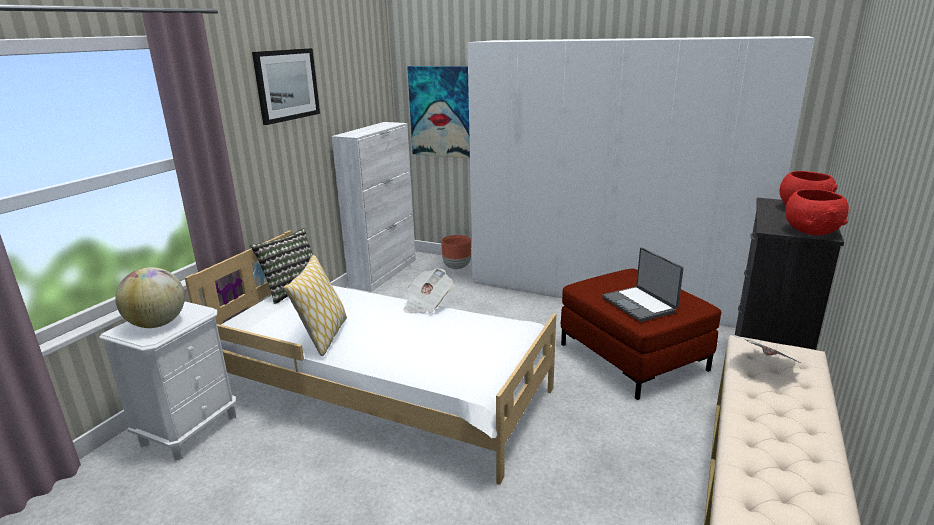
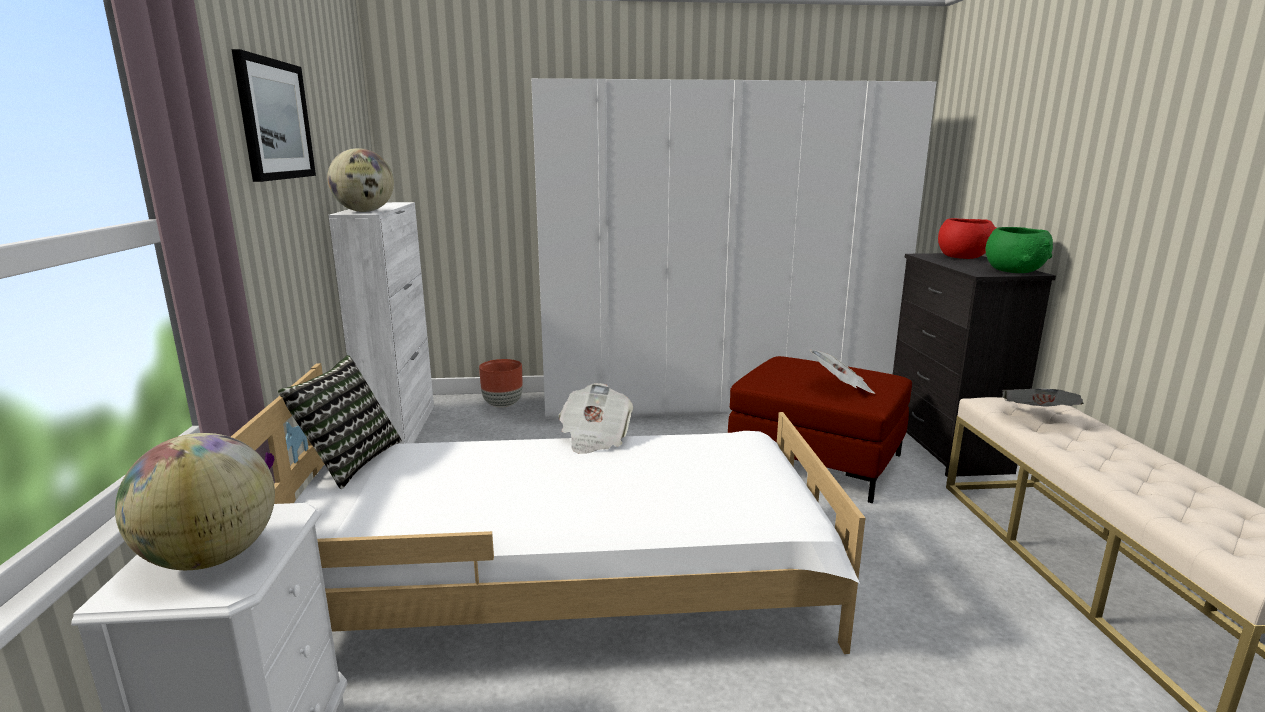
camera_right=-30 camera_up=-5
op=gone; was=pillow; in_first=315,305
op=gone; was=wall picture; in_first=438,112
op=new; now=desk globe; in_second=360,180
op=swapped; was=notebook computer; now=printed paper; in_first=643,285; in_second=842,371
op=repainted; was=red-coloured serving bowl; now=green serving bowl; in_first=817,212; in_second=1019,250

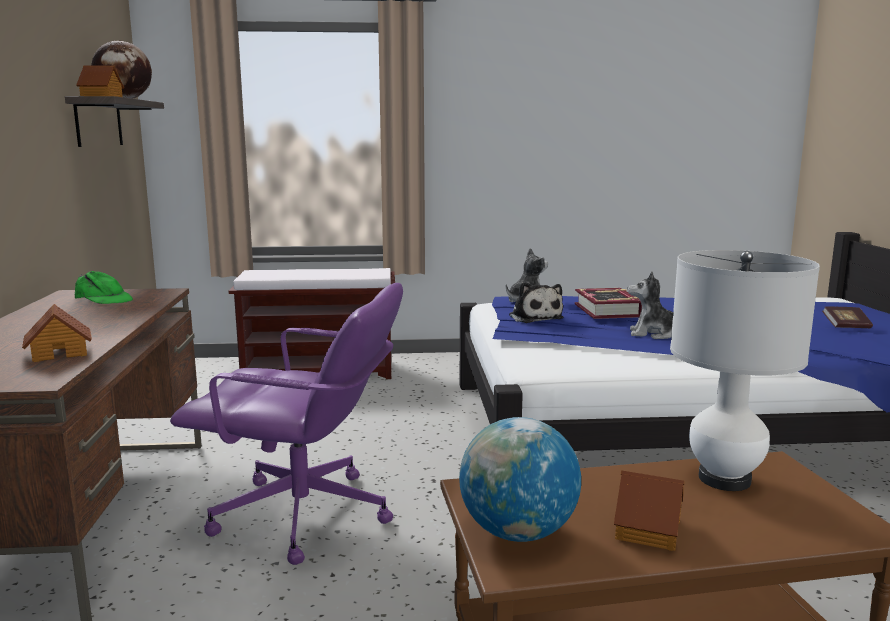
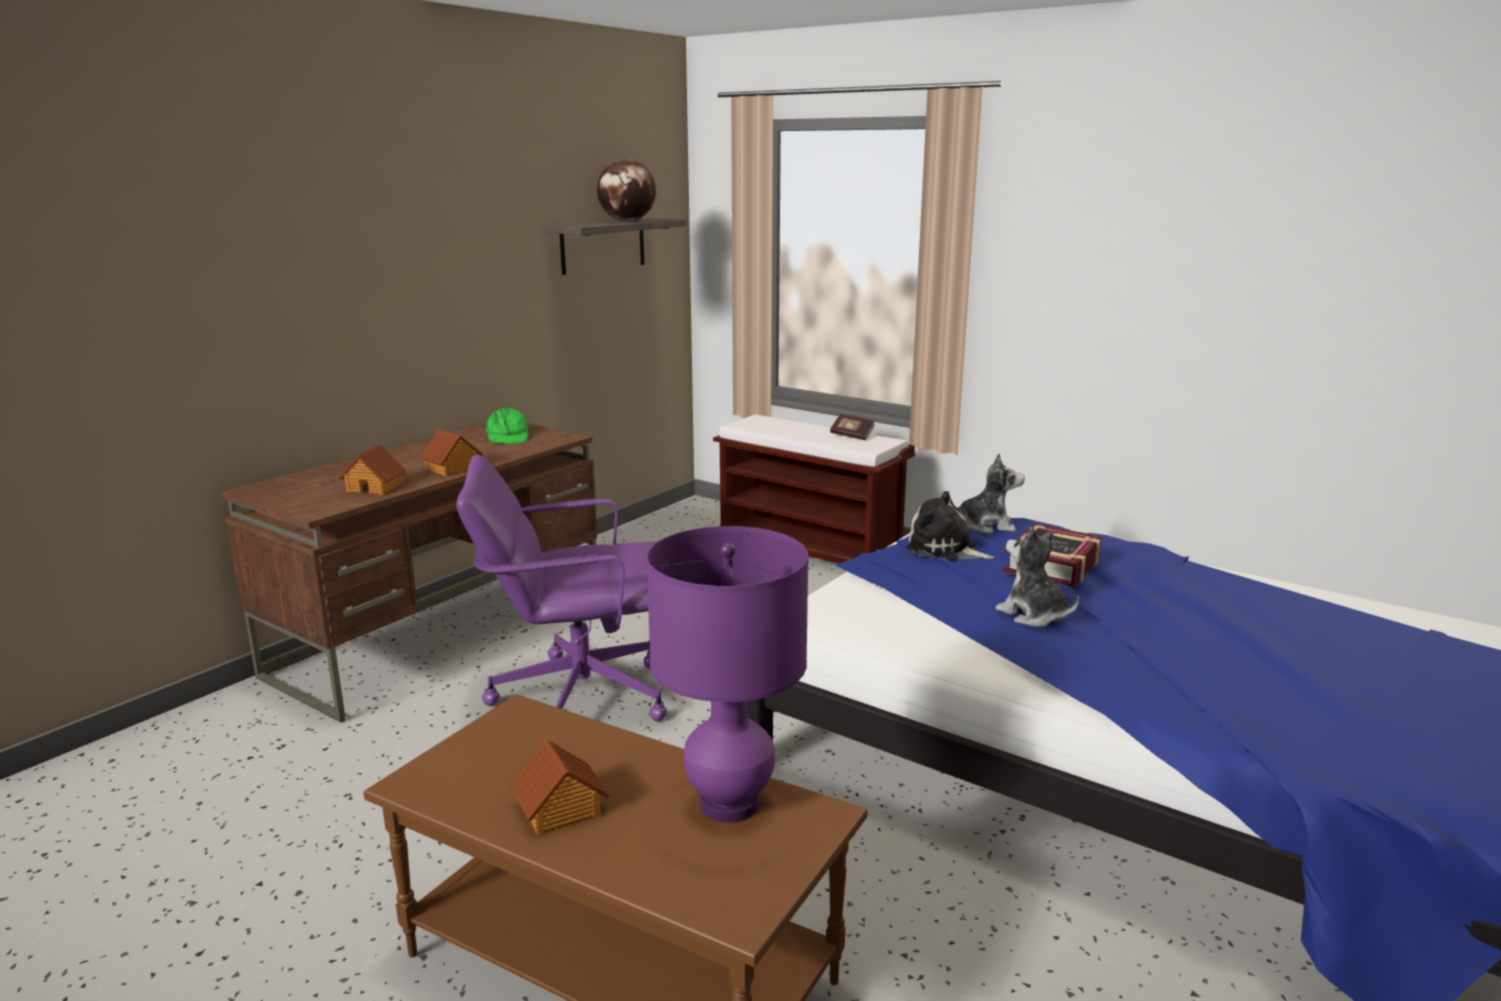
camera_right=40 camera_up=5
op=gone; was=desk globe; in_first=520,479
op=shifted; was=toy house; in_first=100,81; in_second=451,452
op=shifted; was=book; in_first=847,317; in_second=852,427
op=repainted; was=white-coloured tabletop lamp; now=purple-coloured tabletop lamp; in_first=745,370; in_second=728,674
op=rotated; was=purple-coloured computer chair; in_first=286,424; in_second=561,587; clockwise=120
op=rotated; was=soft toy; in_first=536,302; in_second=950,526; clockwise=105

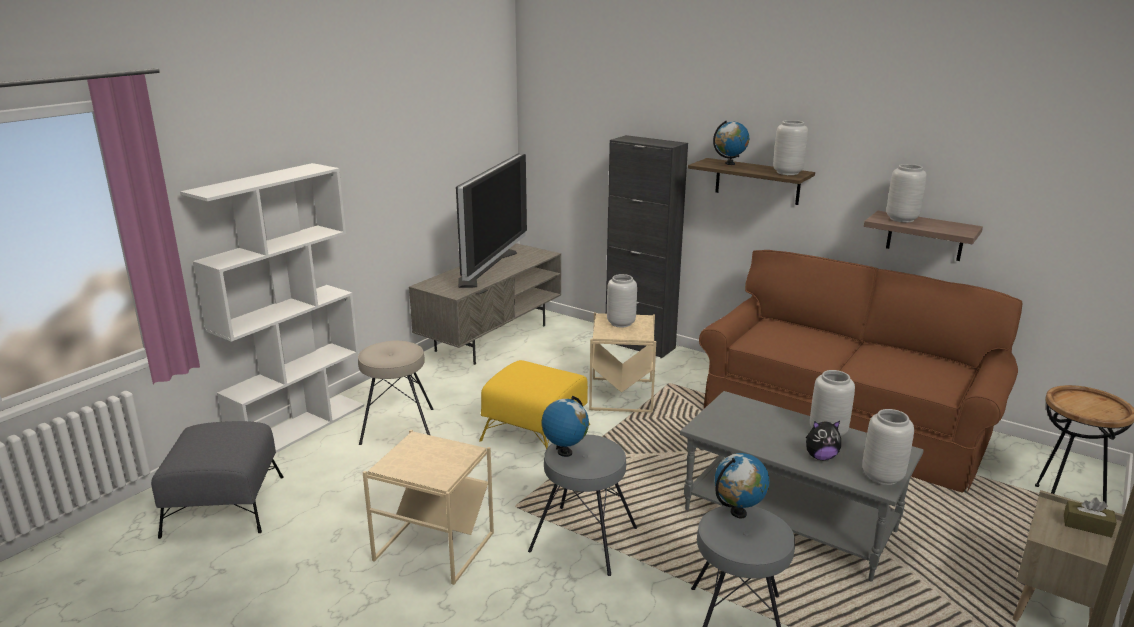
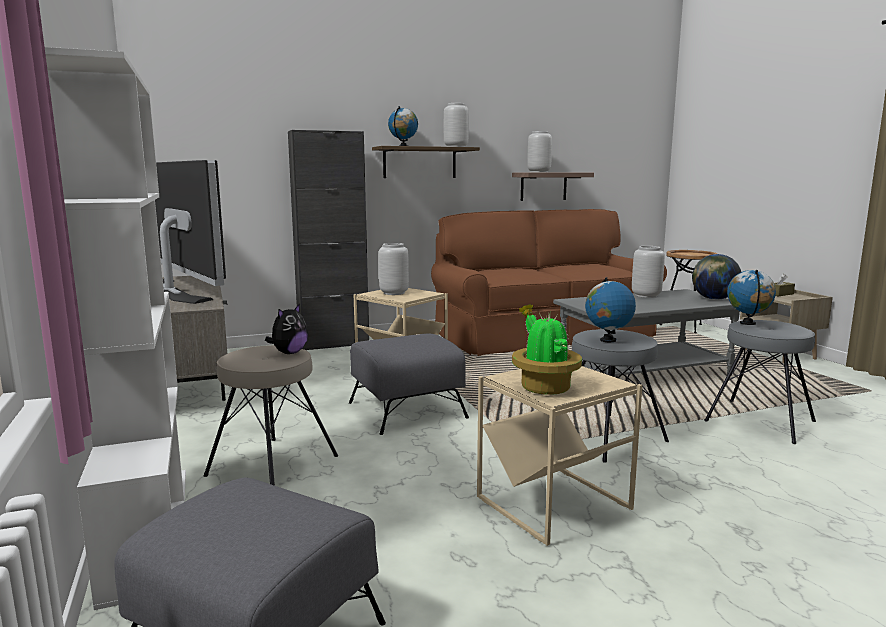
camera_right=-55 camera_up=-10
op=new; now=houseplant; in_second=547,349
op=shifted; was=soft toy; in_first=823,440; in_second=286,329
op=swapped; was=gray vase; now=desk globe; in_first=888,447; in_second=716,277
op=repainted; was=yellow footrest; now=gray footrest; in_first=534,404; in_second=409,384

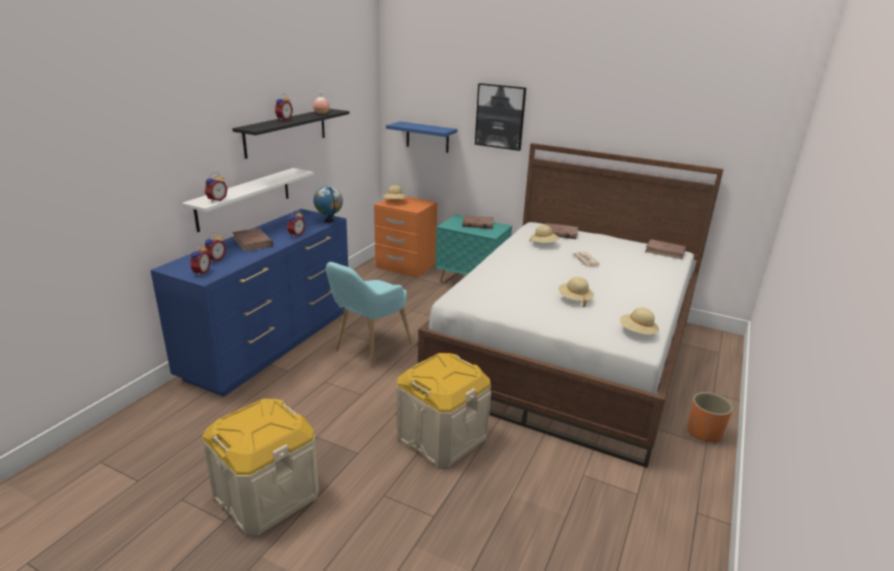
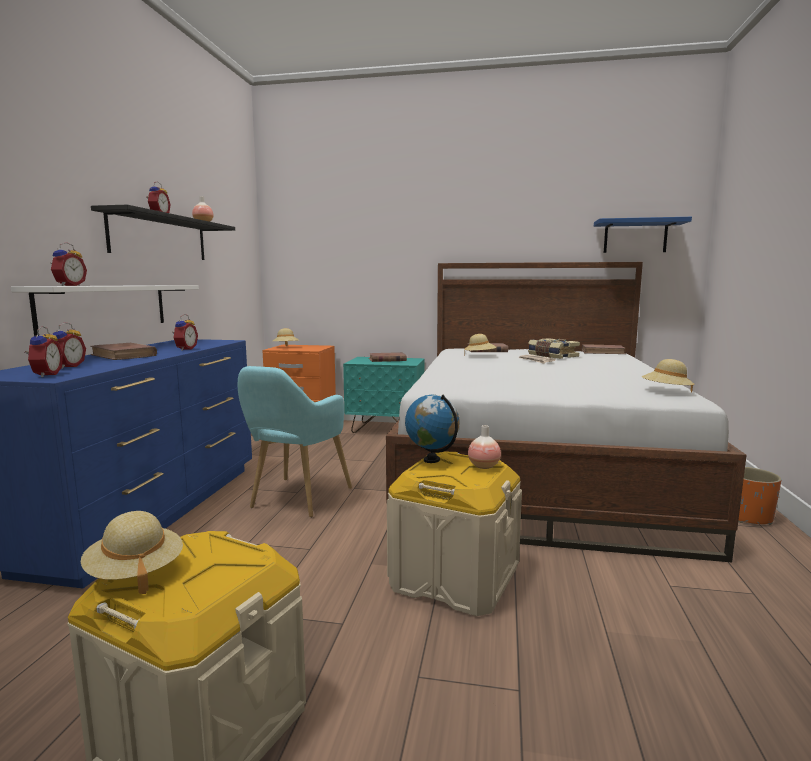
camera_right=-15 camera_up=-15
op=gone; was=wall picture; in_first=500,117
op=new; now=vase; in_second=484,447
op=new; now=book; in_second=554,348
op=shifted; was=desk globe; in_first=328,204; in_second=432,429
op=shifted; was=blue shelf; in_first=421,137; in_second=643,235
op=shifted; was=sand-coloured hat; in_first=576,292; in_second=132,552

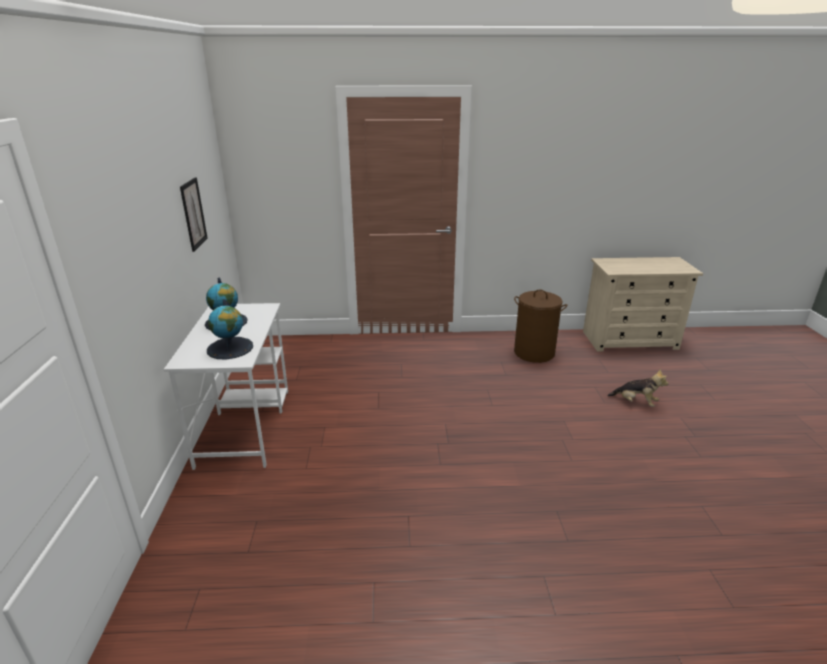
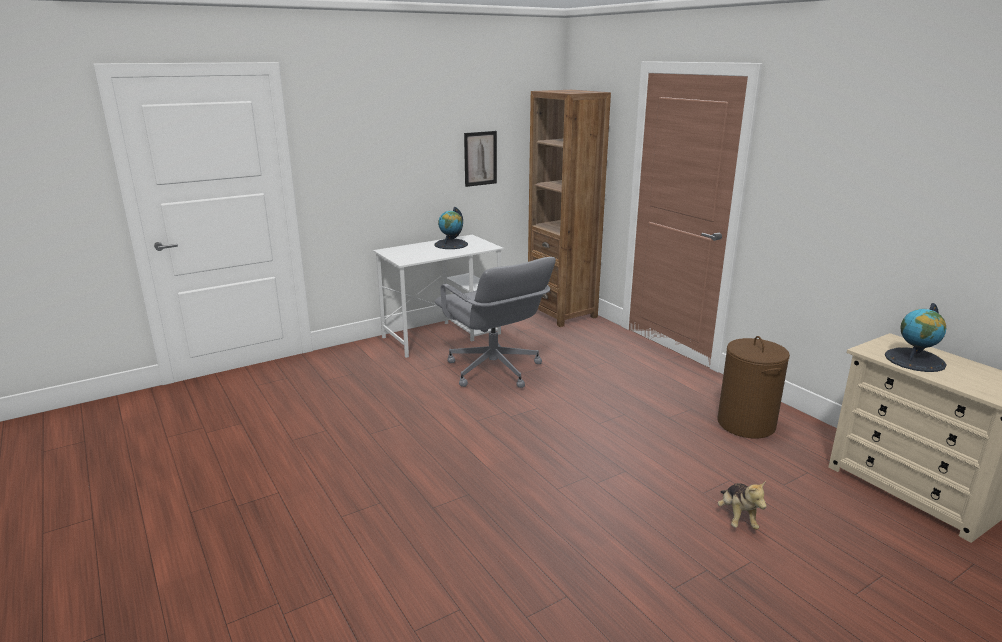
camera_right=60 camera_up=-5
op=new; now=gray computer chair; in_second=495,322
op=new; now=brownish bookshelf; in_second=569,208
op=shifted; was=desk globe; in_first=230,329; in_second=915,337

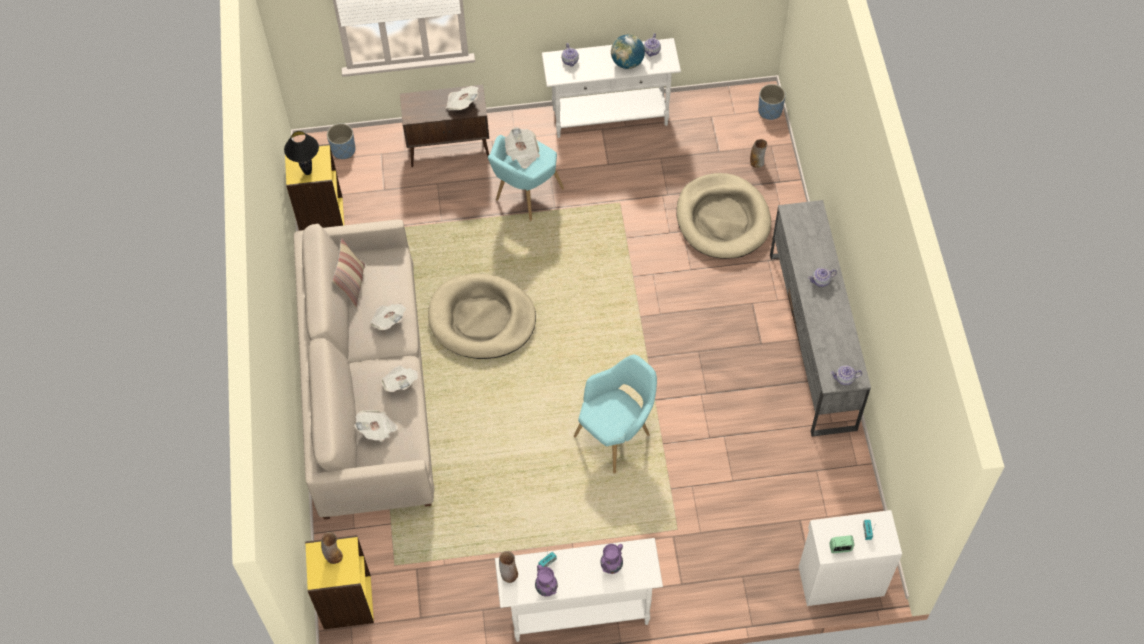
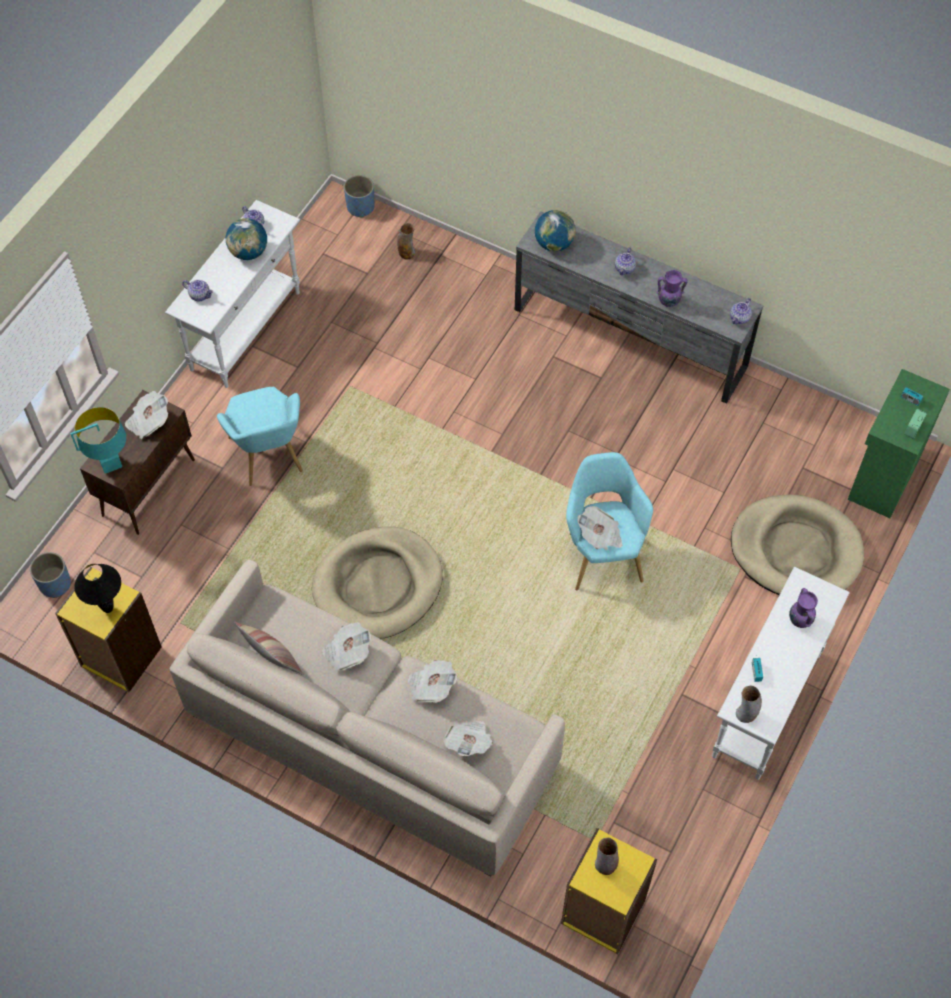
camera_right=-55 camera_up=0
op=new; now=turquoise tabletop lamp; in_second=98,440
op=new; now=desk globe; in_second=555,231
op=shifted; was=printed paper; in_first=522,148; in_second=600,528
op=shifted; was=purple-coloured vase; in_first=546,581; in_second=672,288
op=shifted; was=sand-coloured dog cushion; in_first=723,216; in_second=797,544
op=repainted; was=white-coloured storage cabinet; now=green storage cabinet; in_first=850,558; in_second=899,443

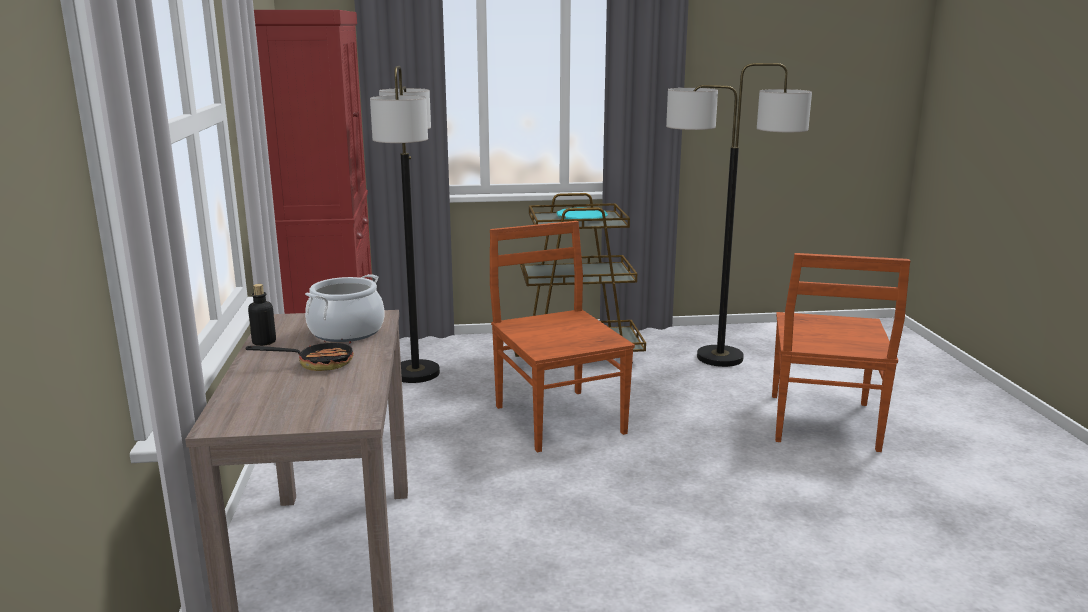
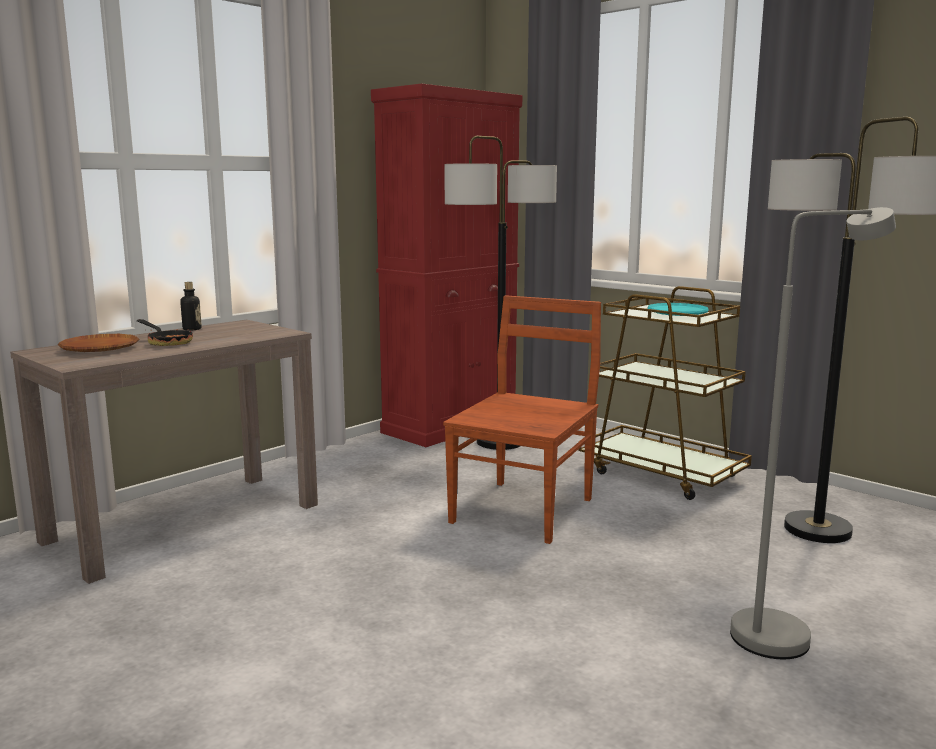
camera_right=50 camera_up=-5
op=gone; was=stockpot; in_first=345,308
op=new; now=brownish flat dish; in_second=98,343
op=swapped; was=brownish chair; now=gray standard lamp; in_first=841,352; in_second=813,433

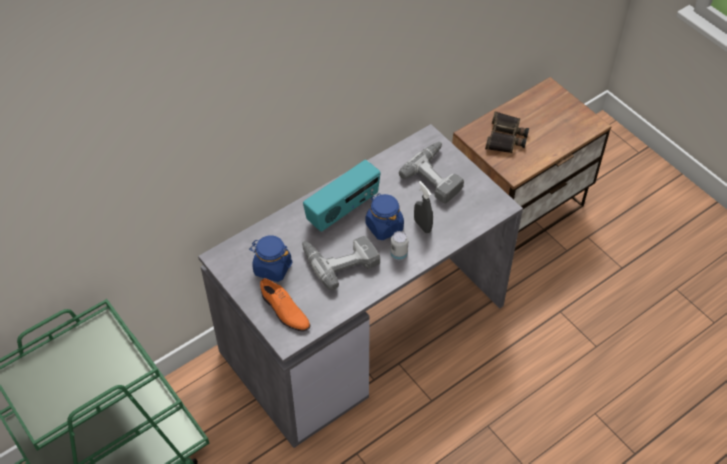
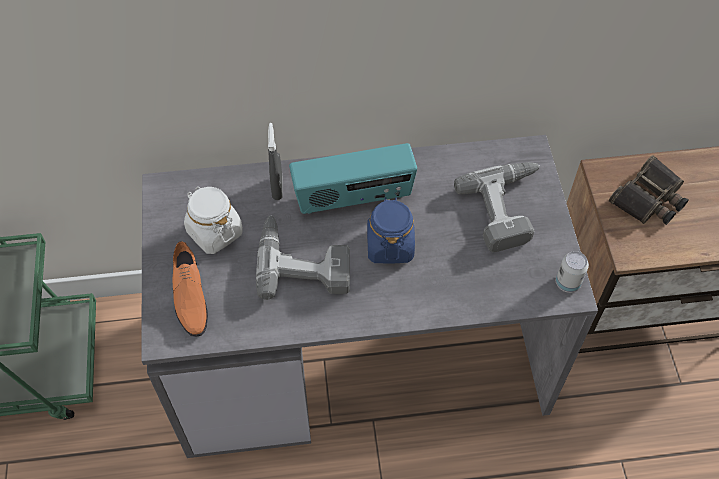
camera_right=30 camera_up=5
op=shifted; was=can; in_first=399,245; in_second=572,272
op=shifted; was=gray spray bottle; in_first=423,207; in_second=275,161
op=repainted; was=blue storage jar; now=white-coloured storage jar; in_first=270,258; in_second=213,220

